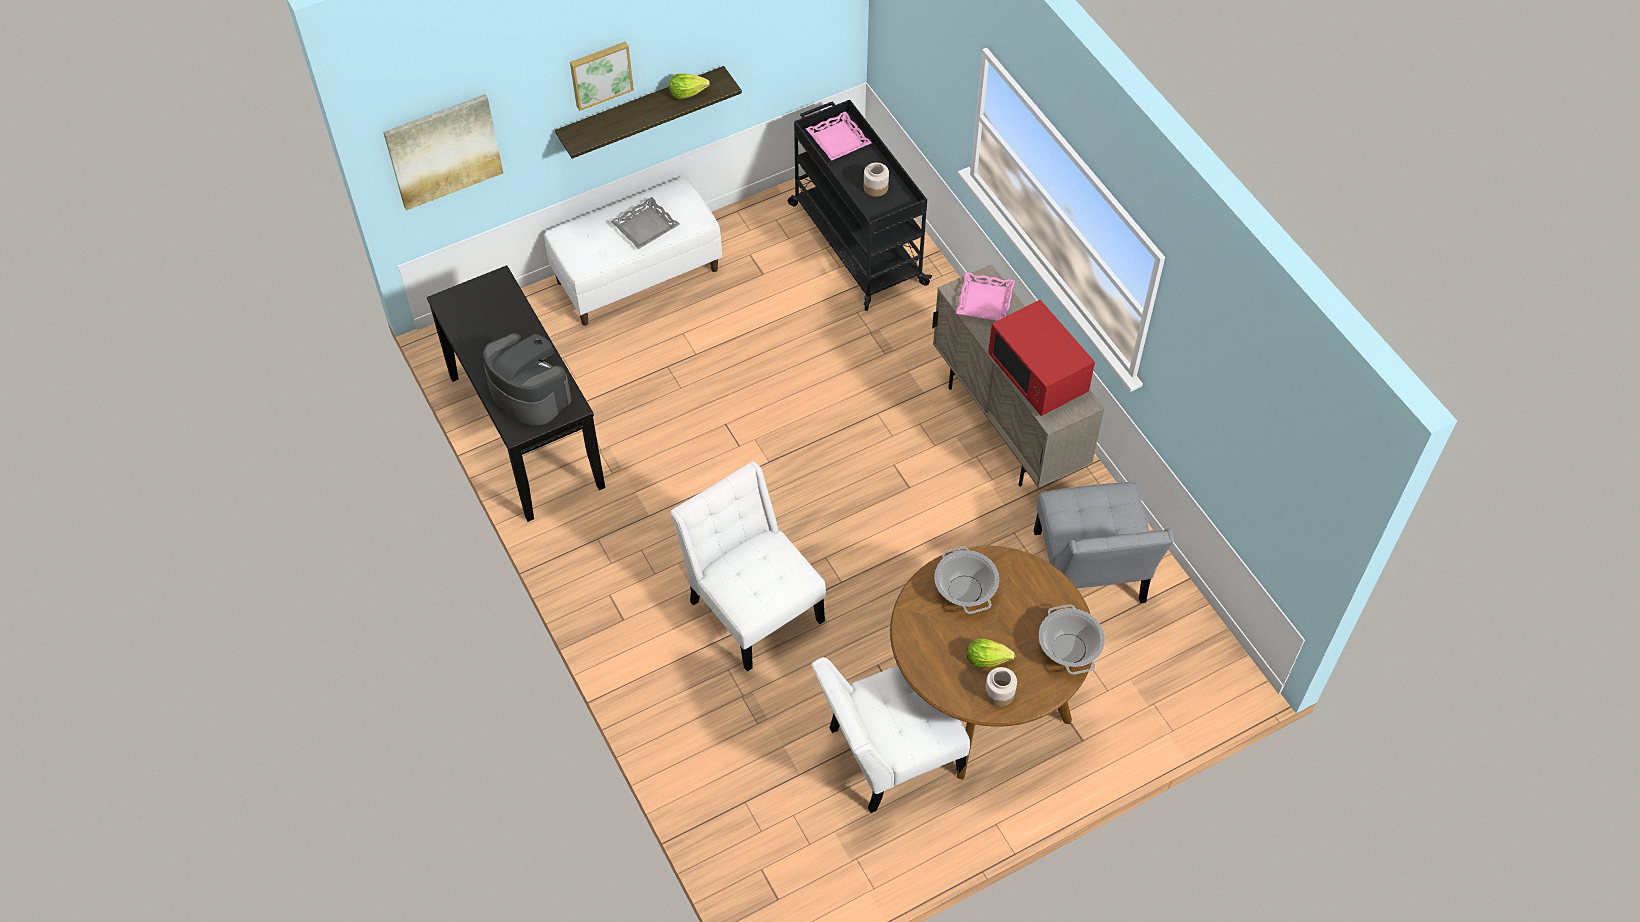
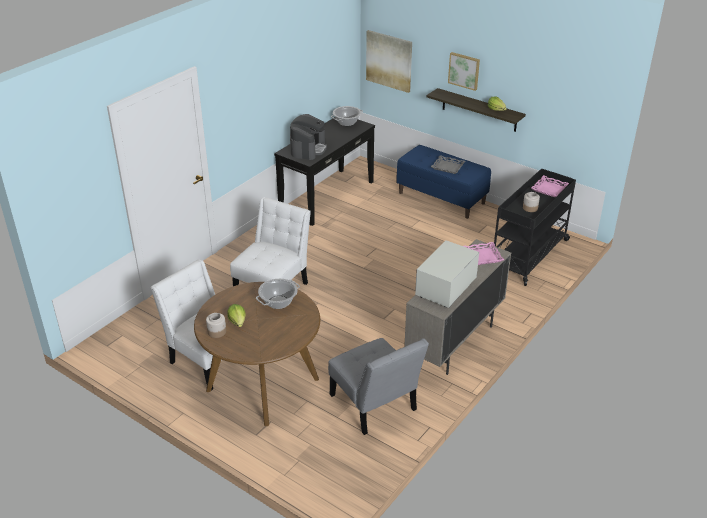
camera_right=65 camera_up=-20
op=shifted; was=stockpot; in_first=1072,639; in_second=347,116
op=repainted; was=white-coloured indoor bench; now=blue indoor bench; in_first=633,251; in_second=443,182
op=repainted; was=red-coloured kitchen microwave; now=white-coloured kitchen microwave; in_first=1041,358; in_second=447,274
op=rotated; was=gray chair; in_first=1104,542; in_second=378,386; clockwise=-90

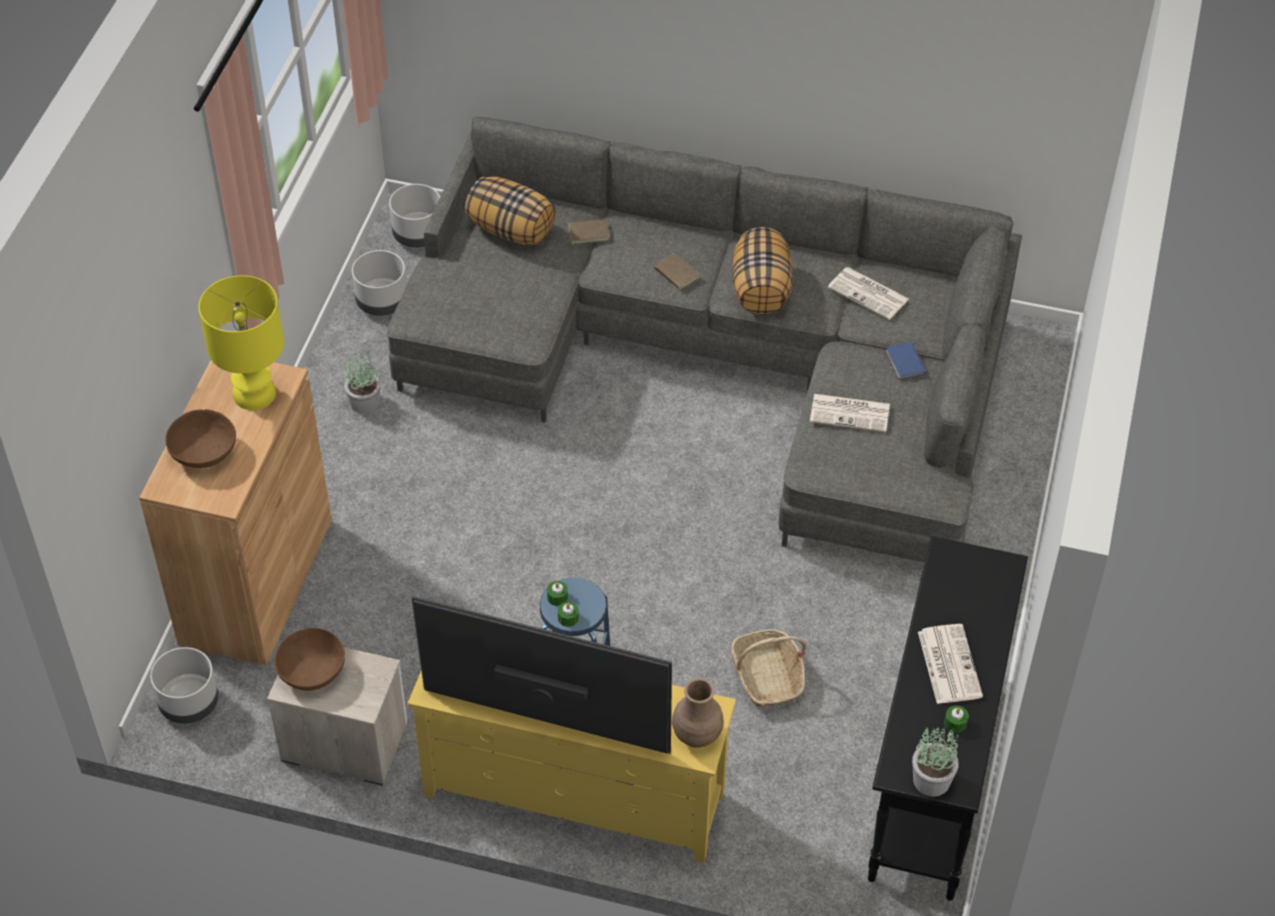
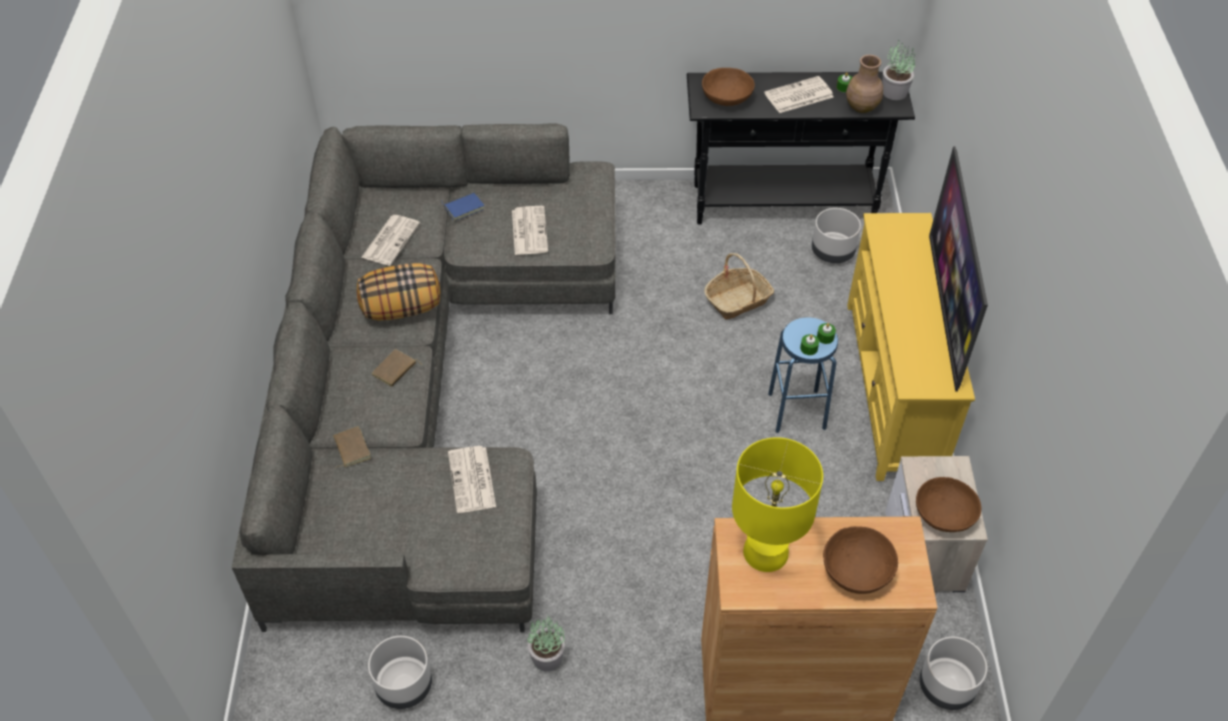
camera_right=-105 camera_up=0
op=gone; was=pillow; in_first=510,211
op=new; now=printed paper; in_second=472,479
op=new; now=brownish serving bowl; in_second=728,87
op=shifted; was=gray planter; in_first=414,216; in_second=836,235
op=shifted; was=brownish vase; in_first=698,713; in_second=864,84

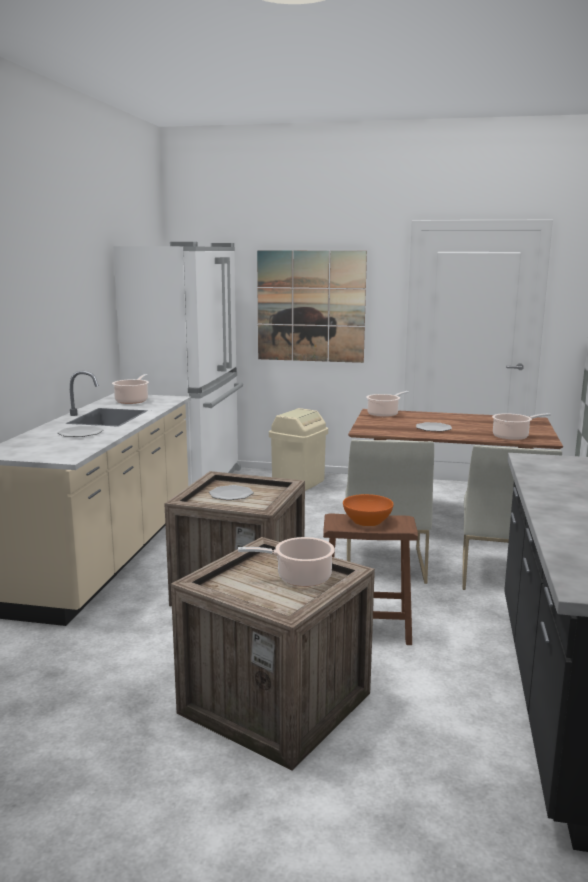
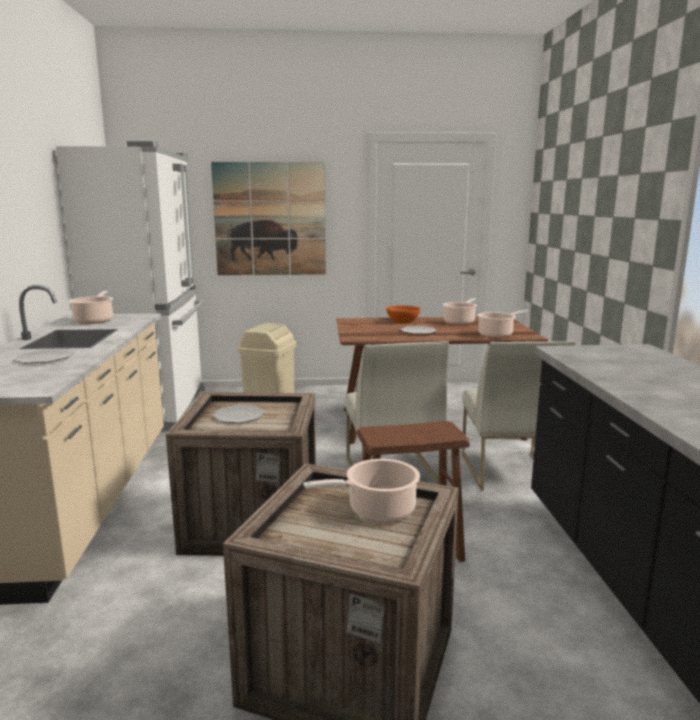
camera_right=-15 camera_up=0
op=shifted; was=orange-coloured serving bowl; in_first=368,510; in_second=403,314
op=shifted; was=stockpot; in_first=387,404; in_second=460,311

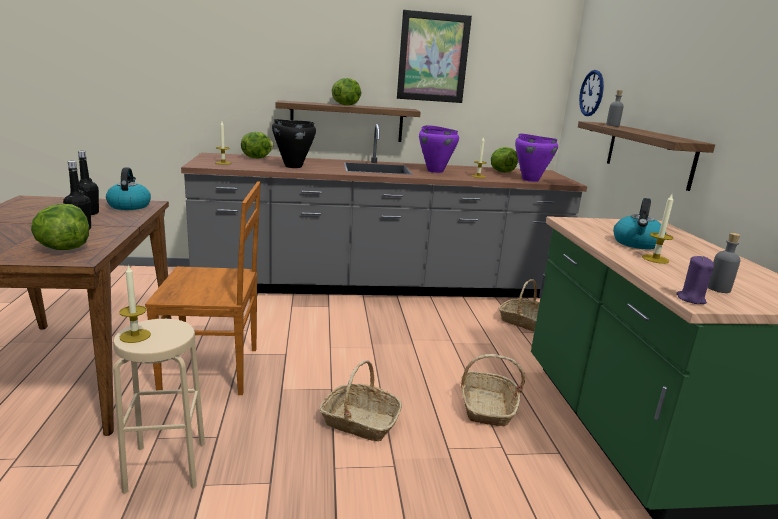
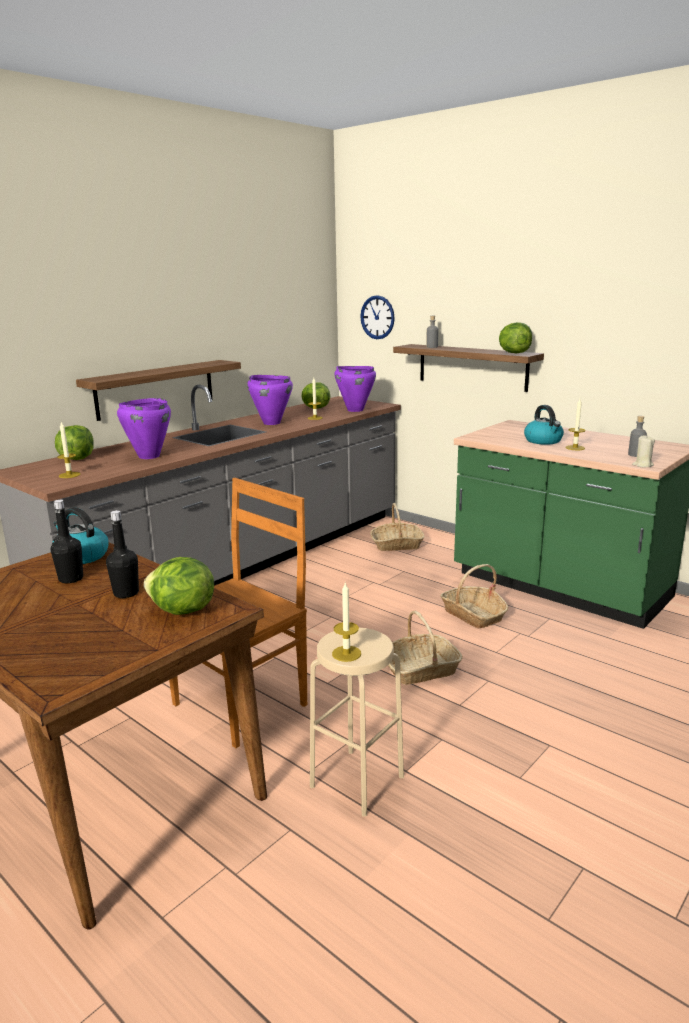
camera_right=-40 camera_up=0
op=gone; was=wall picture; in_first=434,56
op=shifted; was=head of lettuce; in_first=346,91; in_second=515,337
op=repainted; was=black stockpot; now=purple-coloured stockpot; in_first=294,143; in_second=144,428
op=repainted; was=purple-coloured candle; now=sand-coloured candle; in_first=695,280; in_second=643,451

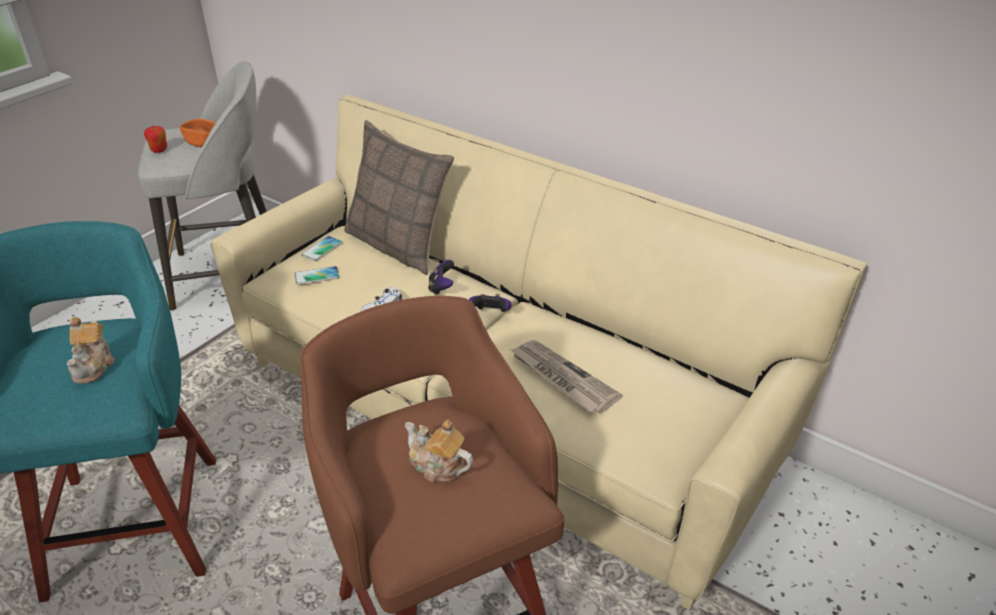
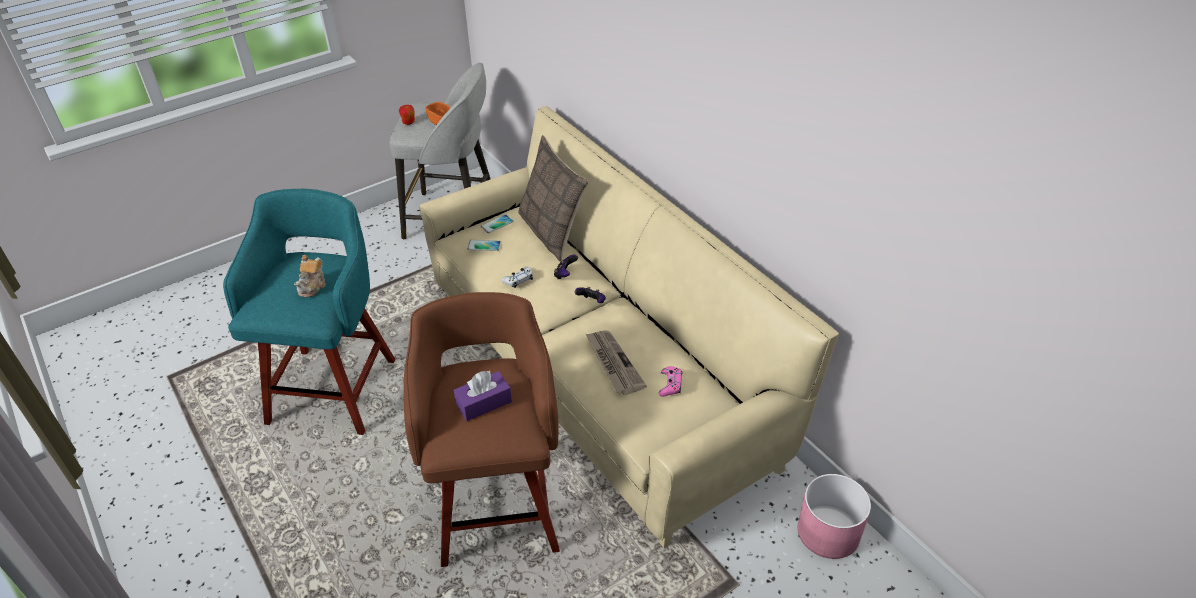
camera_right=20 camera_up=5
op=new; now=pink-coloured game controller; in_second=670,381
op=new; now=pink-coloured planter; in_second=834,516
op=swapped; was=teapot; now=purple-coloured tissue holder; in_first=439,451; in_second=483,396

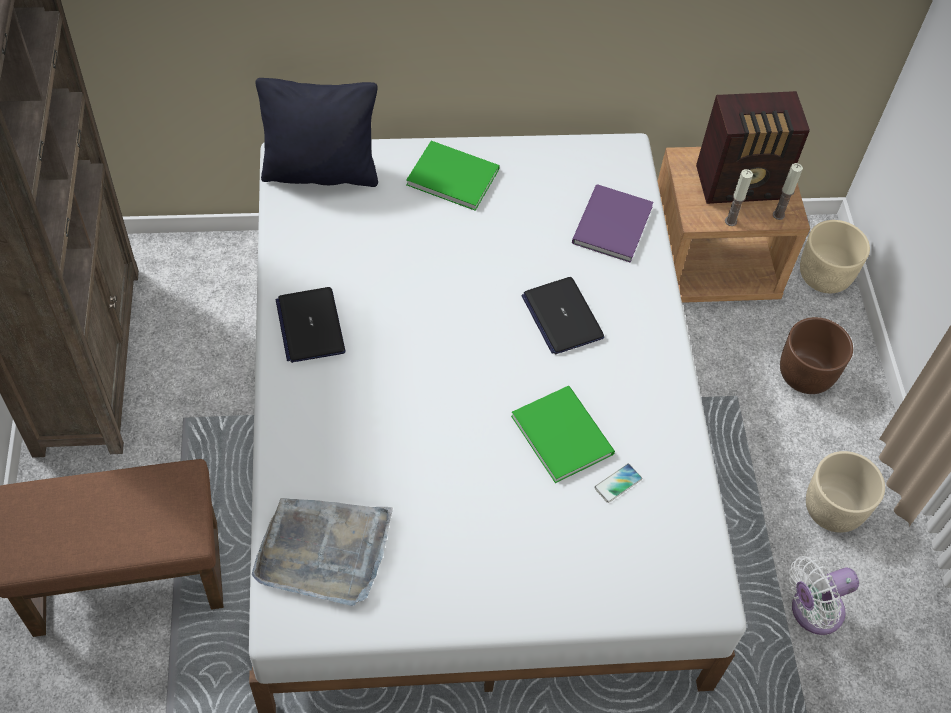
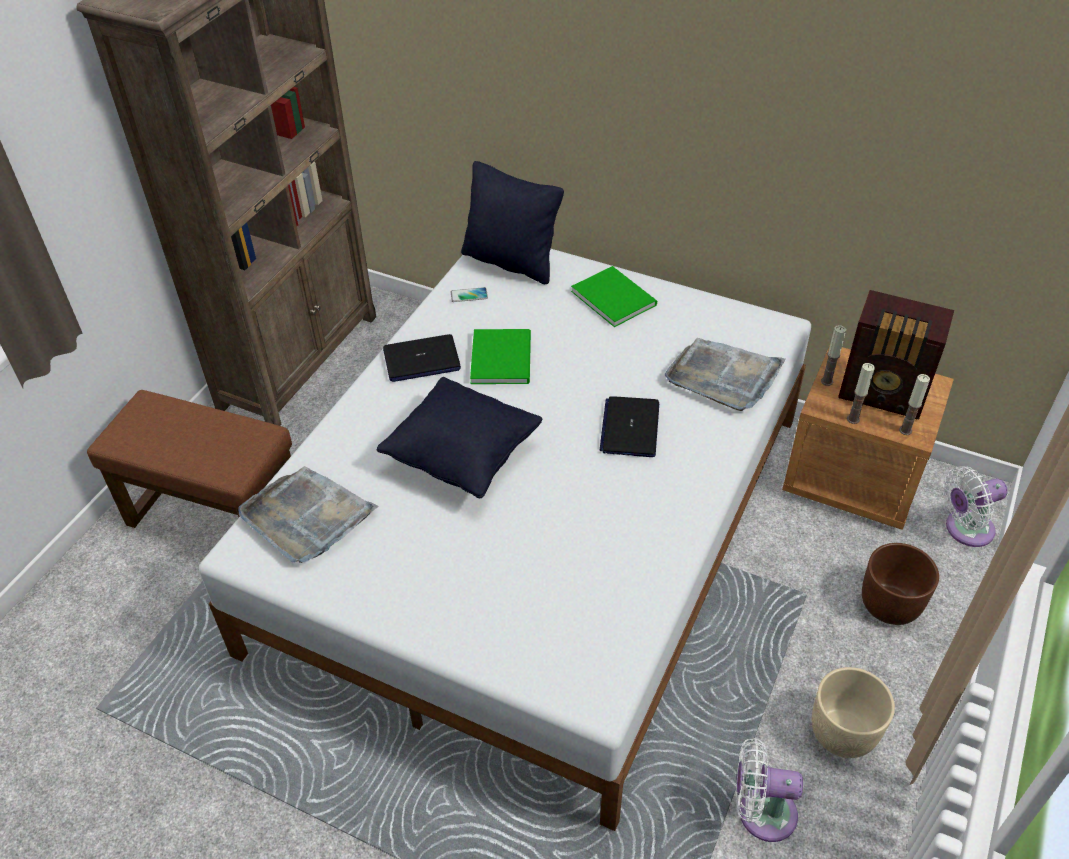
camera_right=35 camera_up=-10
op=new; now=black pillow; in_second=459,437
op=new; now=candle; in_second=833,355
op=shifted; was=green book; in_first=563,434; in_second=500,356
op=shifted; was=telephone; in_first=618,483; in_second=469,294
op=swapped; was=purple-coloured book; now=gray carrying tray; in_first=613,223; in_second=725,374
op=swapped; was=sand-coloured planter; now=white-coloured cooling fan; in_first=835,256; in_second=975,506
op=rotated; was=notebook computer; in_first=310,325; in_second=422,358; clockwise=-120

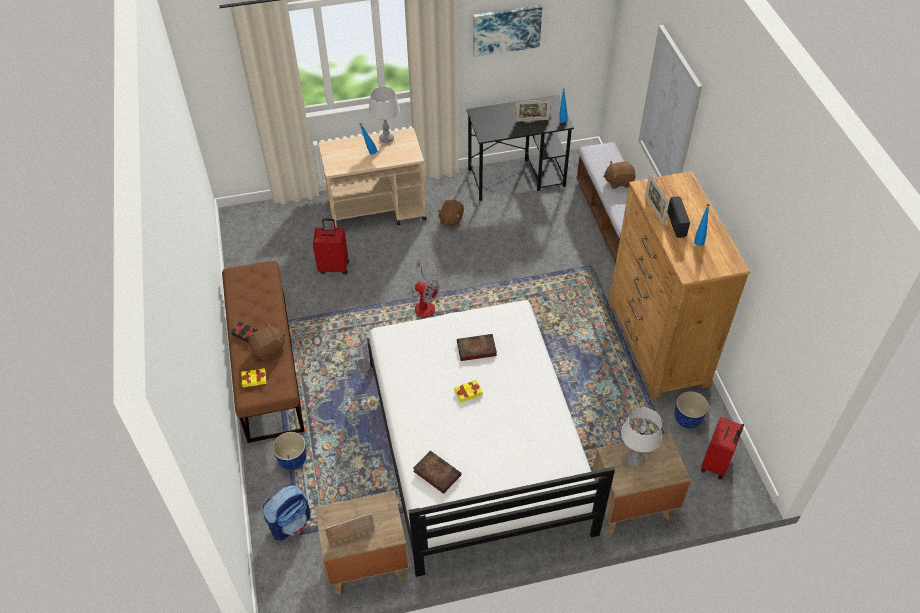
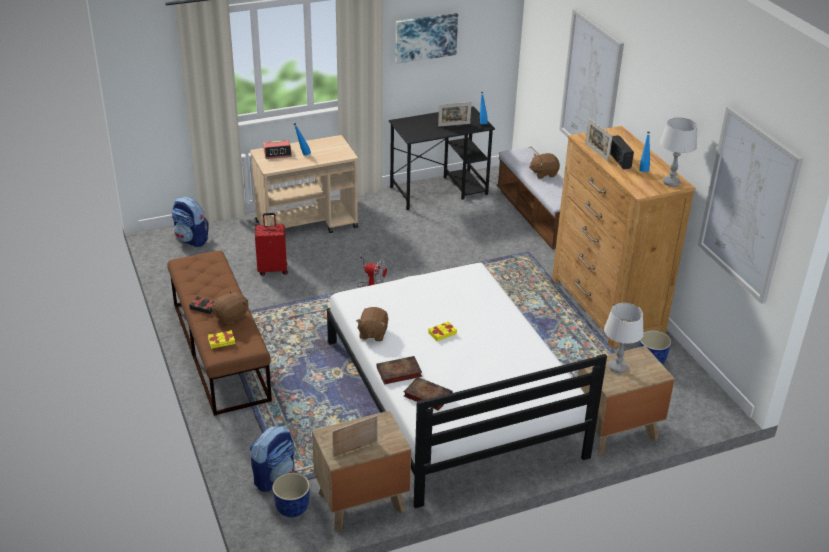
camera_right=-10 camera_up=-15
op=gone; was=red-coloured travel case; in_first=722,448
op=new; now=backpack; in_second=190,222
op=new; now=alarm clock; in_second=277,149
op=new; now=wall picture; in_second=750,205
op=shifted; was=planter; in_first=289,451; in_second=291,495
op=shifted; was=gray tabletop lamp; in_first=384,115; in_second=678,152
op=shifted; was=brownish soft toy; in_first=450,214; in_second=372,324
op=shifted; was=book; in_first=477,347; in_second=399,370

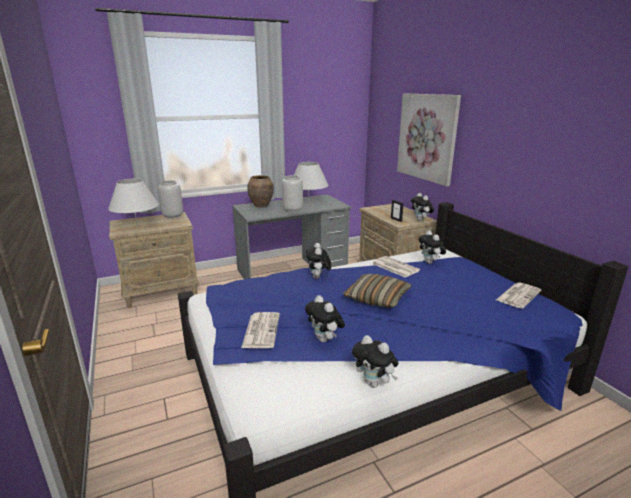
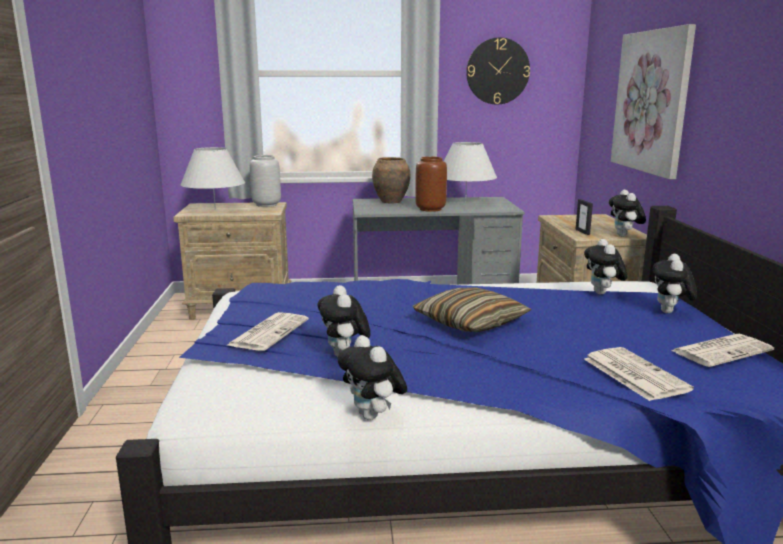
camera_right=20 camera_up=-5
op=new; now=wall clock; in_second=498,71
op=shifted; was=soft toy; in_first=318,261; in_second=675,283
op=shifted; was=printed paper; in_first=396,267; in_second=639,374
op=repainted; was=gray vase; now=brownish vase; in_first=292,193; in_second=431,184

